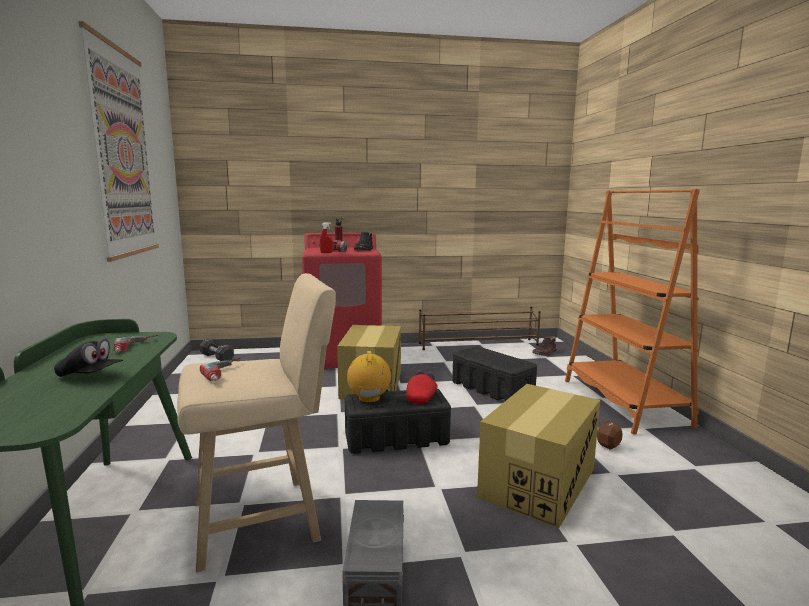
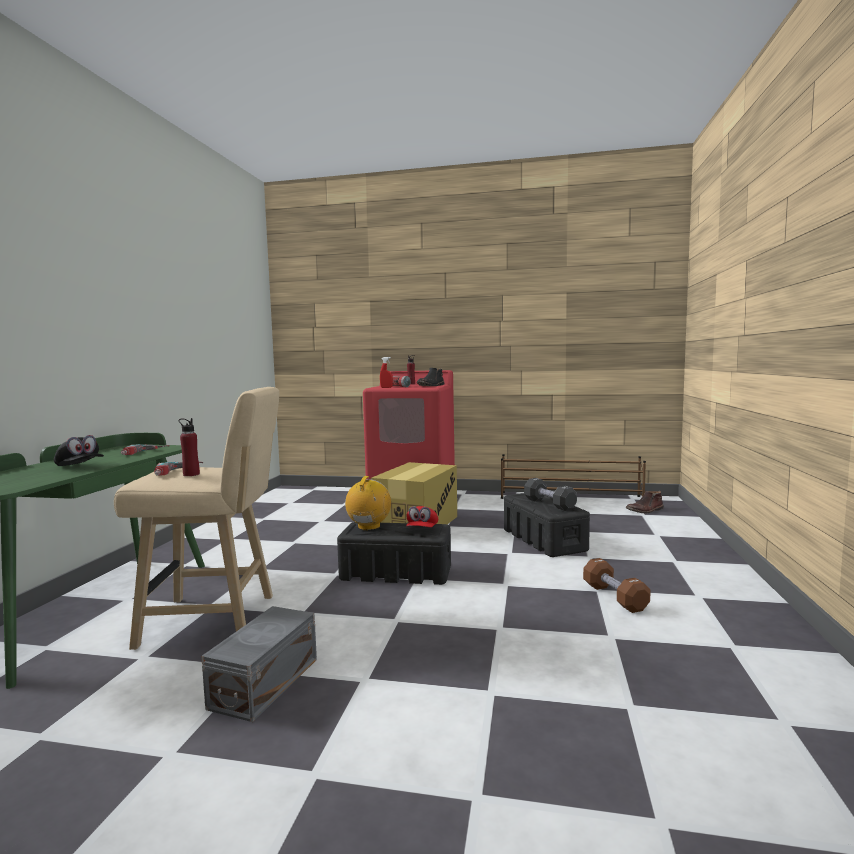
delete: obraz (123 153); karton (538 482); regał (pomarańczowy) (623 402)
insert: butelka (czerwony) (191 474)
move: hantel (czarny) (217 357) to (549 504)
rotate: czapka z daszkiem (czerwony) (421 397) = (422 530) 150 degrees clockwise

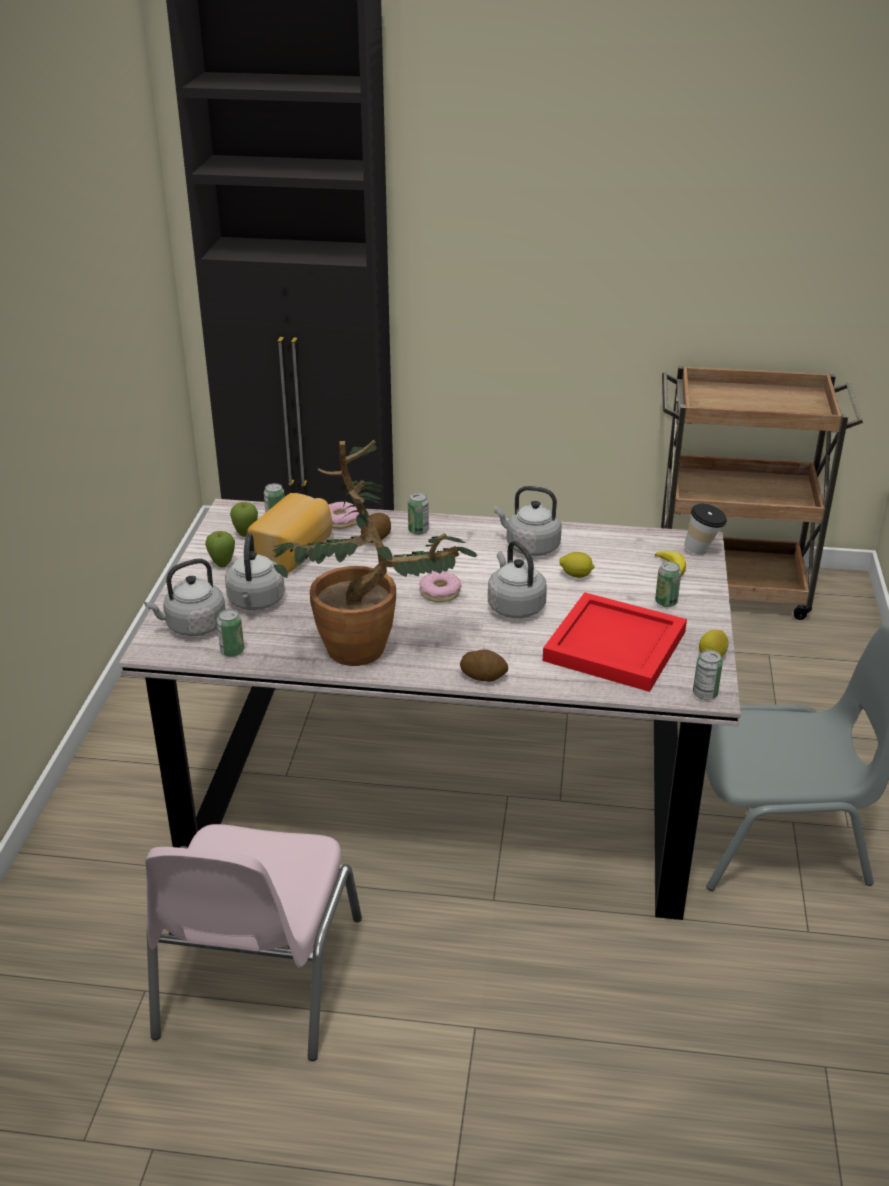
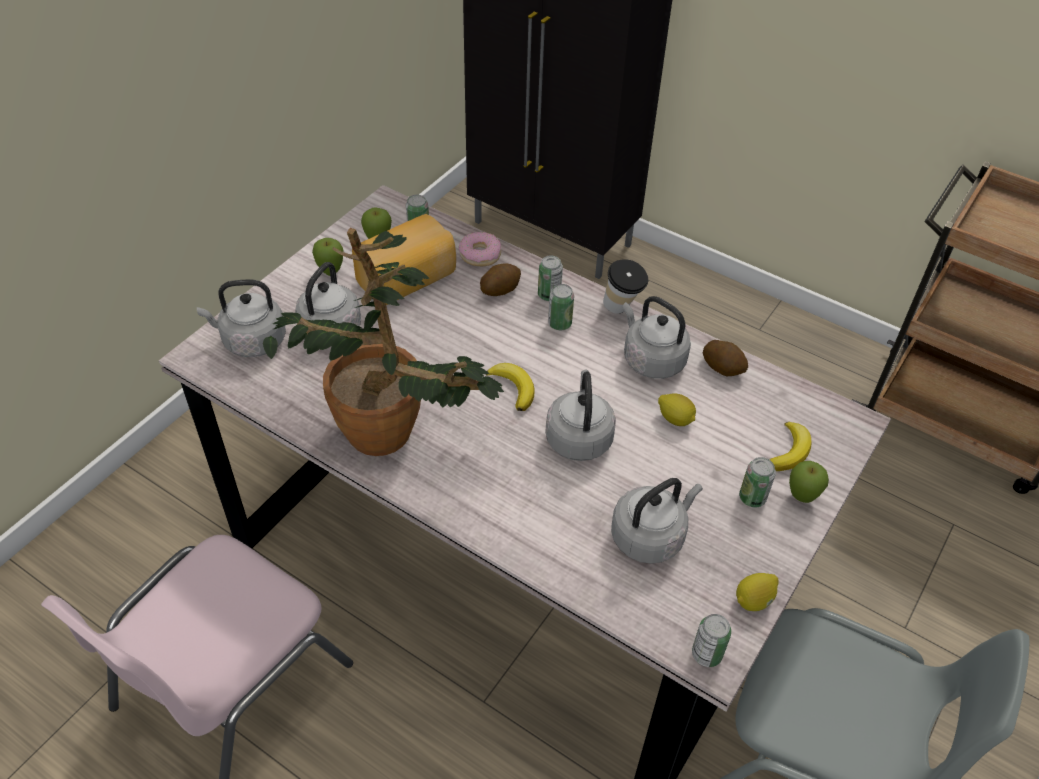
insert: jabłko (801 497)
move: puszka (232 651) to (559 323); filiżanka (703 550) to (622 309); ziemniak (483 676) to (723 367)
replace: donut (439 592) to banan (513 388); taca (czerwony) (613 644) to czajnik (szary) (650 536)

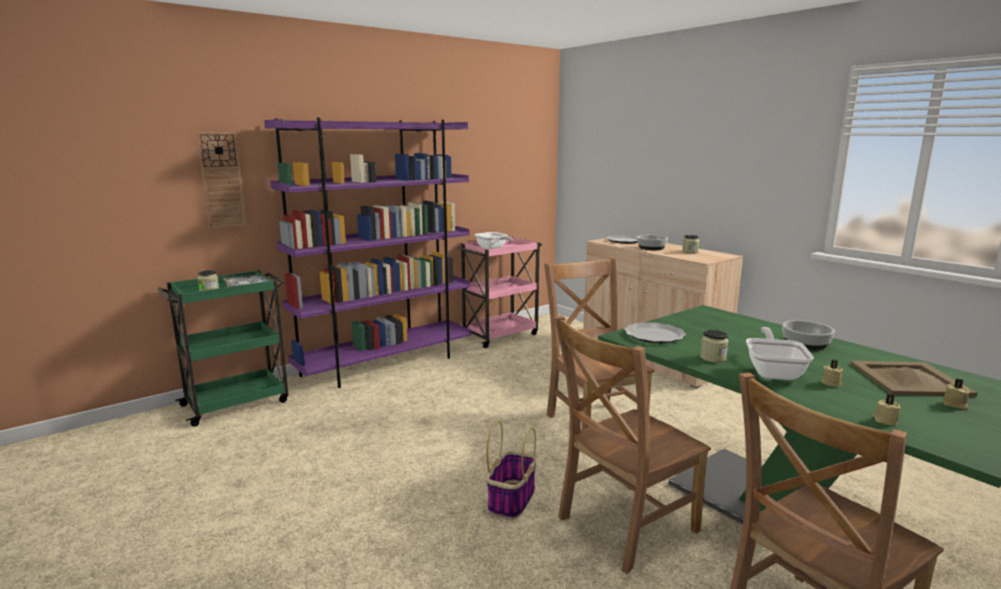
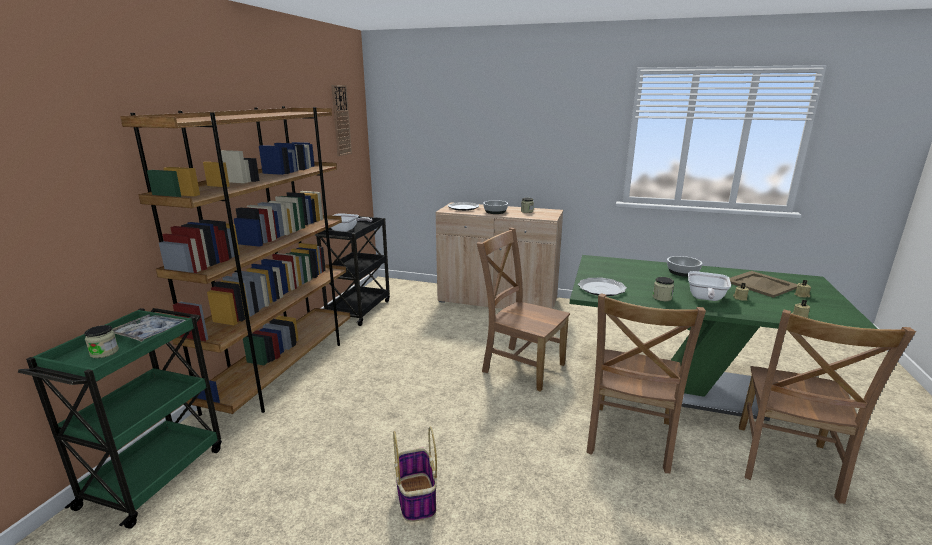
move: zegar ścienny (222 180) to (341 120); koszyk (511 499) to (416 497)
recolor: regał (fioletowy) (386 364) to regał (brązowy) (284 370); wózek (różowy) (500 335) to wózek (czarny) (359 309)
rotate: patelnia (774 371) = (705 298) 135 degrees counterclockwise

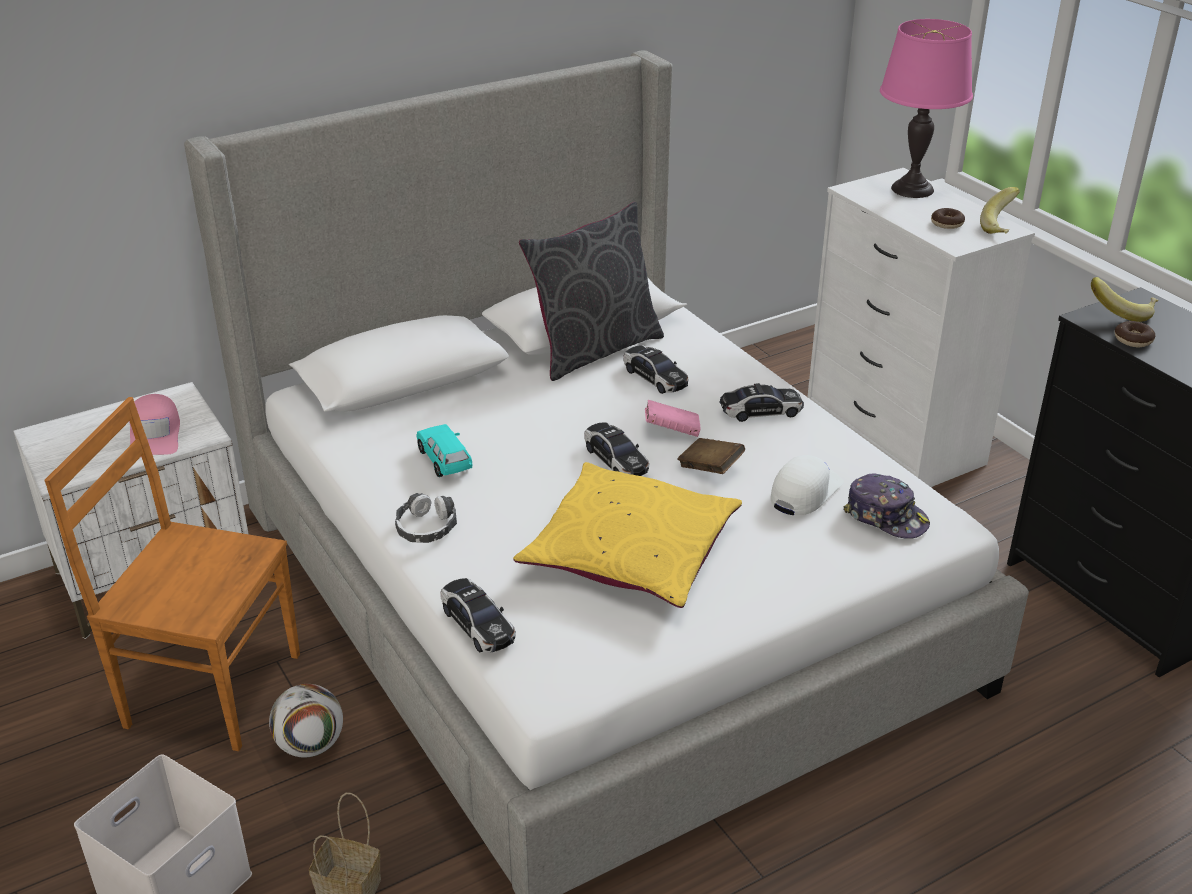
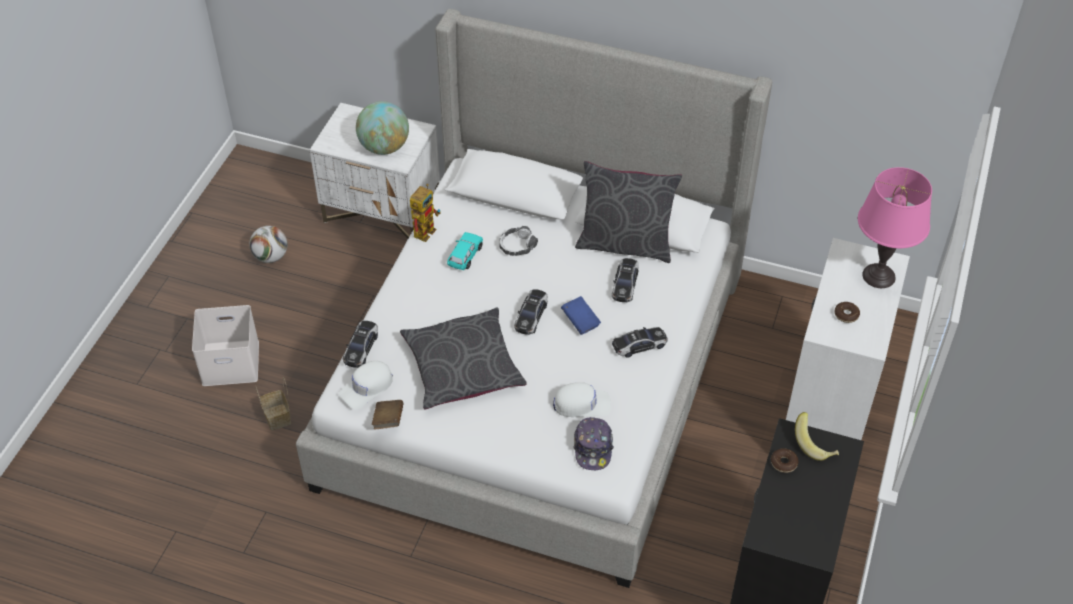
delete: krzesło (brązowy) (209 688); banan (1002 227)
insert: czapka z daszkiem (biały) (367 387); robot zabawkowy (425 229)
move: piłka futbolowa (310 746) to (271 257); książka (brązowy) (710 468) to (388 420); słuchawki (426 527) to (517 246)
replace: czapka z daszkiem (różowy) (155 435) to globus (384 147)
recolor: poduszka (żółty) (630 552) to poduszka (szary) (462 367); książka (różowy) (672 431) to książka (niebieski) (580 321)
rotate: samochodzik (760 411) = (639 345) 60 degrees counterclockwise

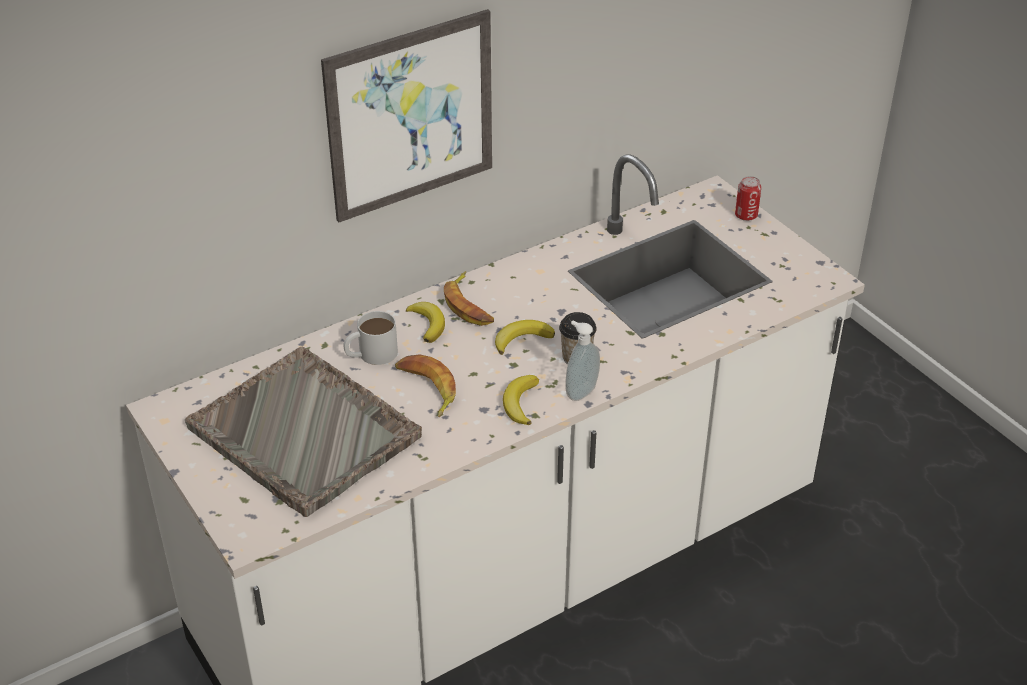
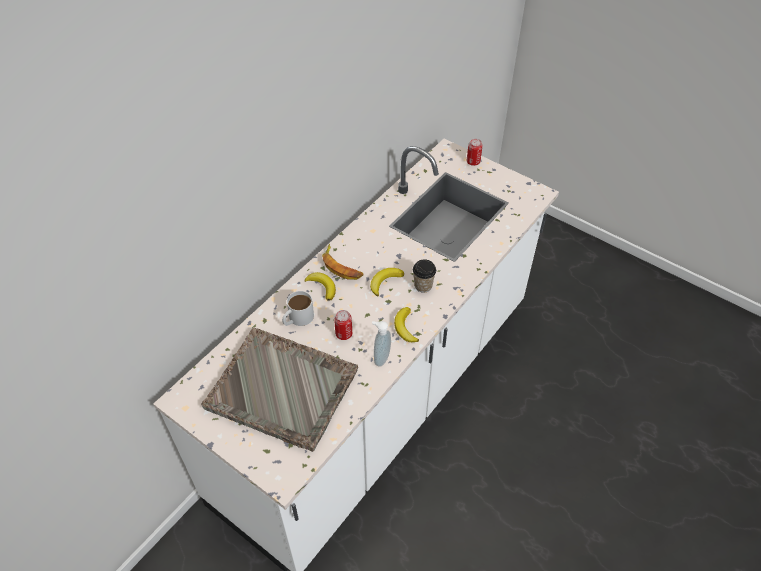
delete: obraz (411 116)
move: dozownik mydła (580 391) to (380 357)
replace: banan (426 389) to puszka (344 334)

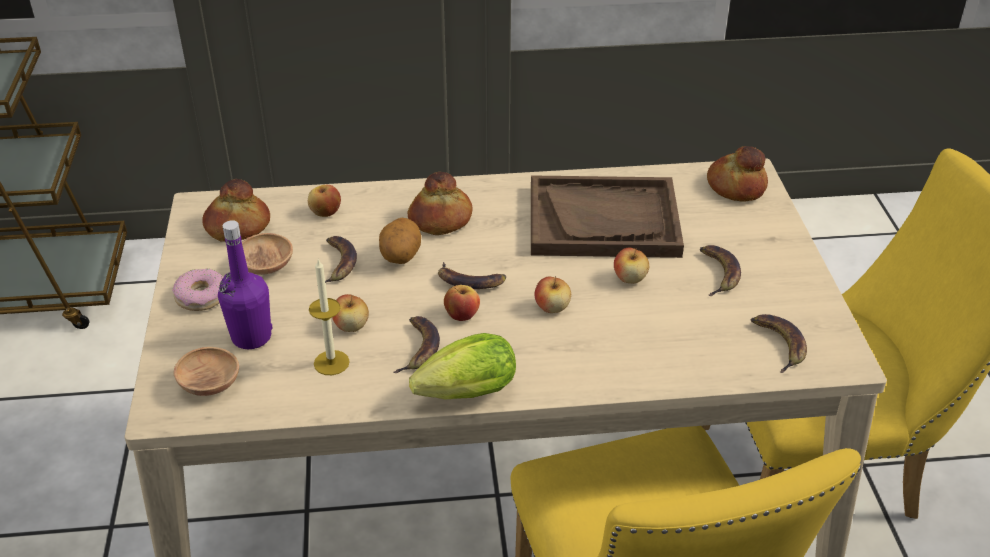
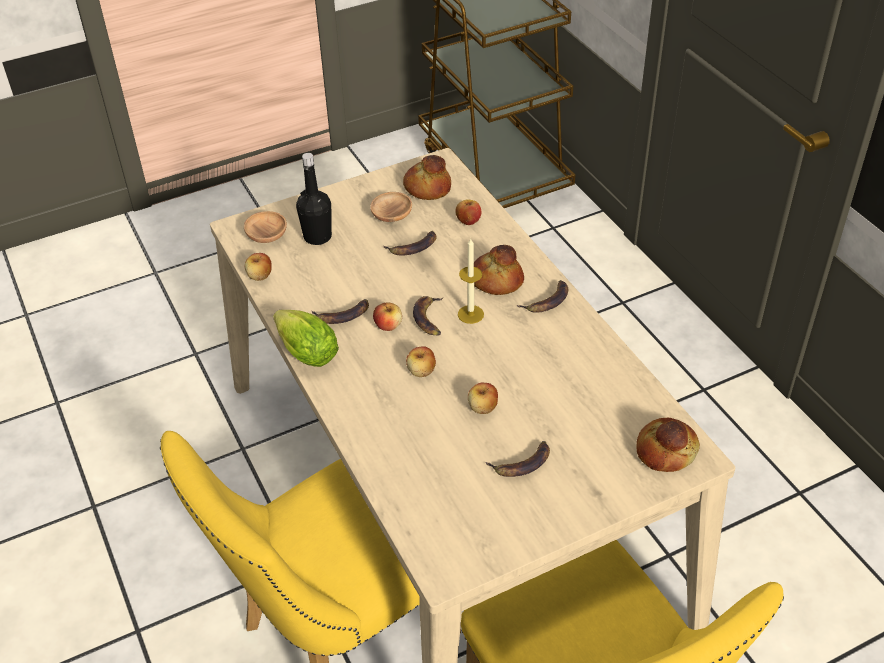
delete: donut (201 296); ziemniak (400 257); taca (brązowy) (603 220)
move: jabłko (351 326) to (260 276); świeca (331 363) to (470 314); banan (778 344) to (547 301)
recolor: butelka (fioletowy) (251 337) to butelka (czarny) (317 237)

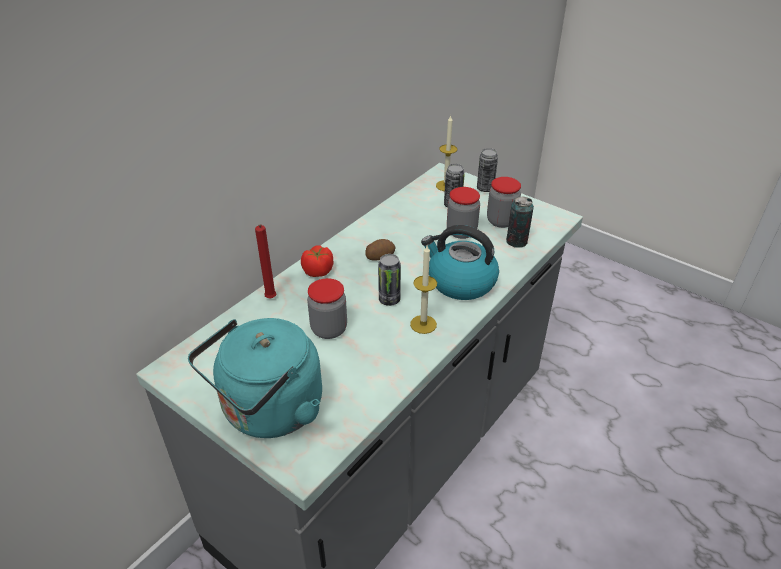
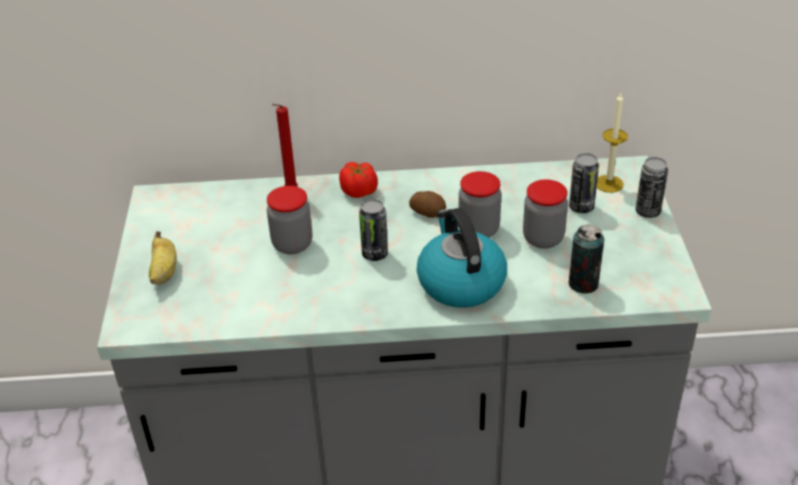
delete: świeca (423 324)
move: słoik (501 221) to (479 229)
replace: czajnik (turkusowy) (268 411) to banan (164 273)

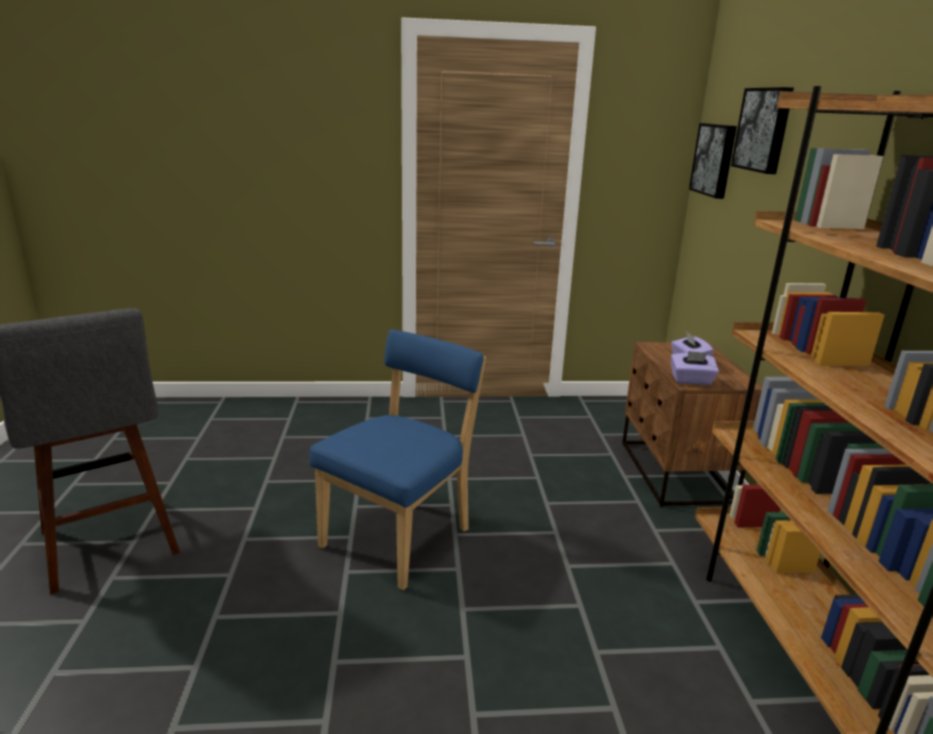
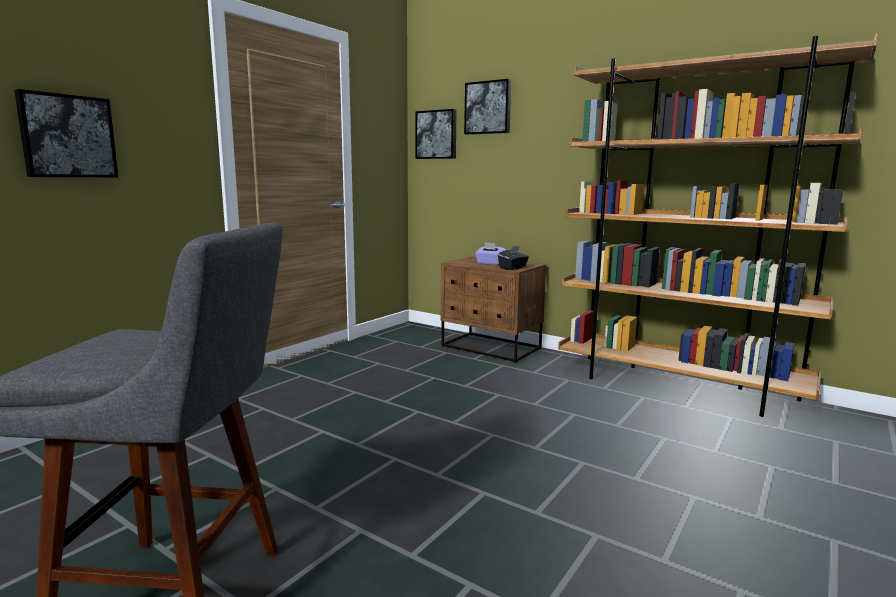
delete: krzesło (niebieski) (401 535)
insert: obraz (67 136)
recolor: pudełko chusteczek (fioletowy) (691 381) to pudełko chusteczek (czarny) (513 268)

